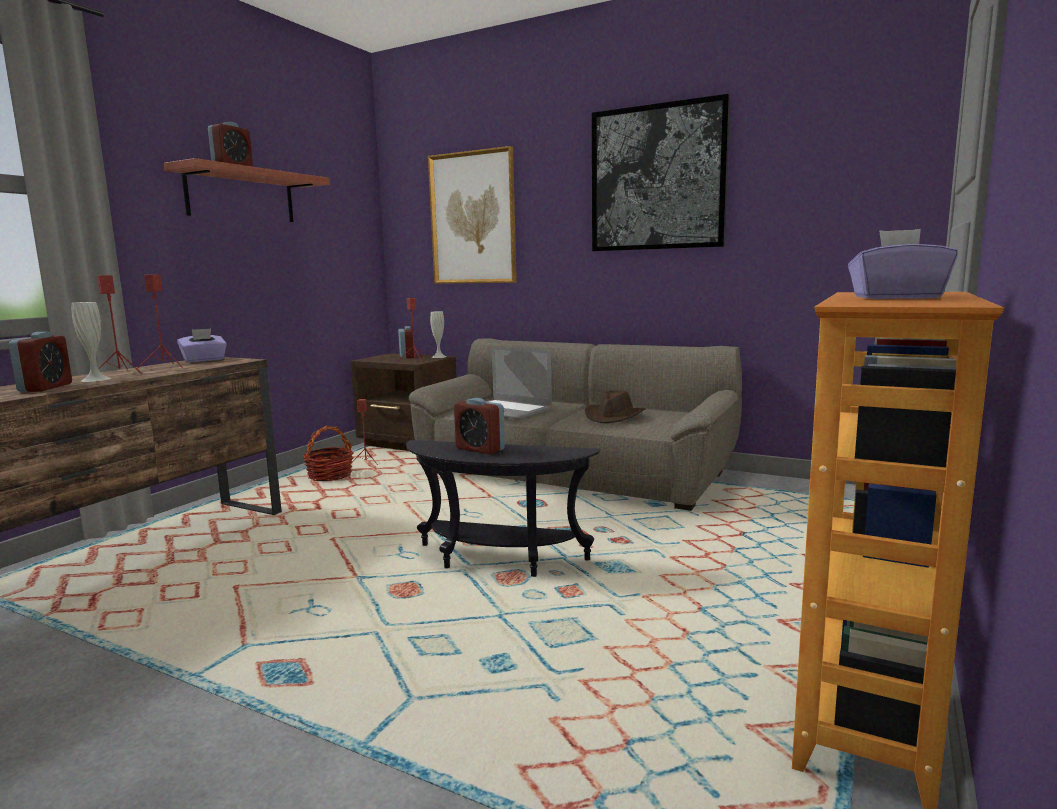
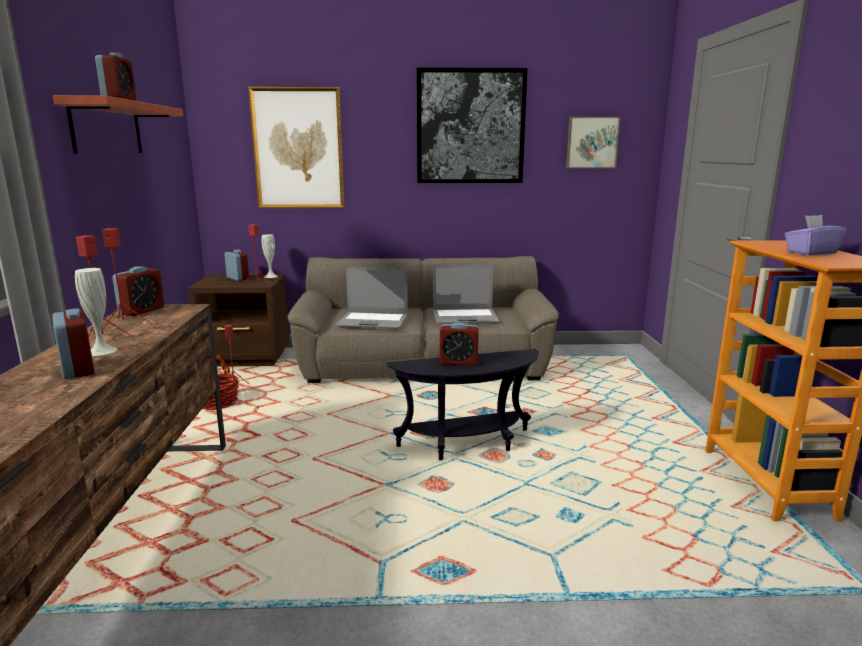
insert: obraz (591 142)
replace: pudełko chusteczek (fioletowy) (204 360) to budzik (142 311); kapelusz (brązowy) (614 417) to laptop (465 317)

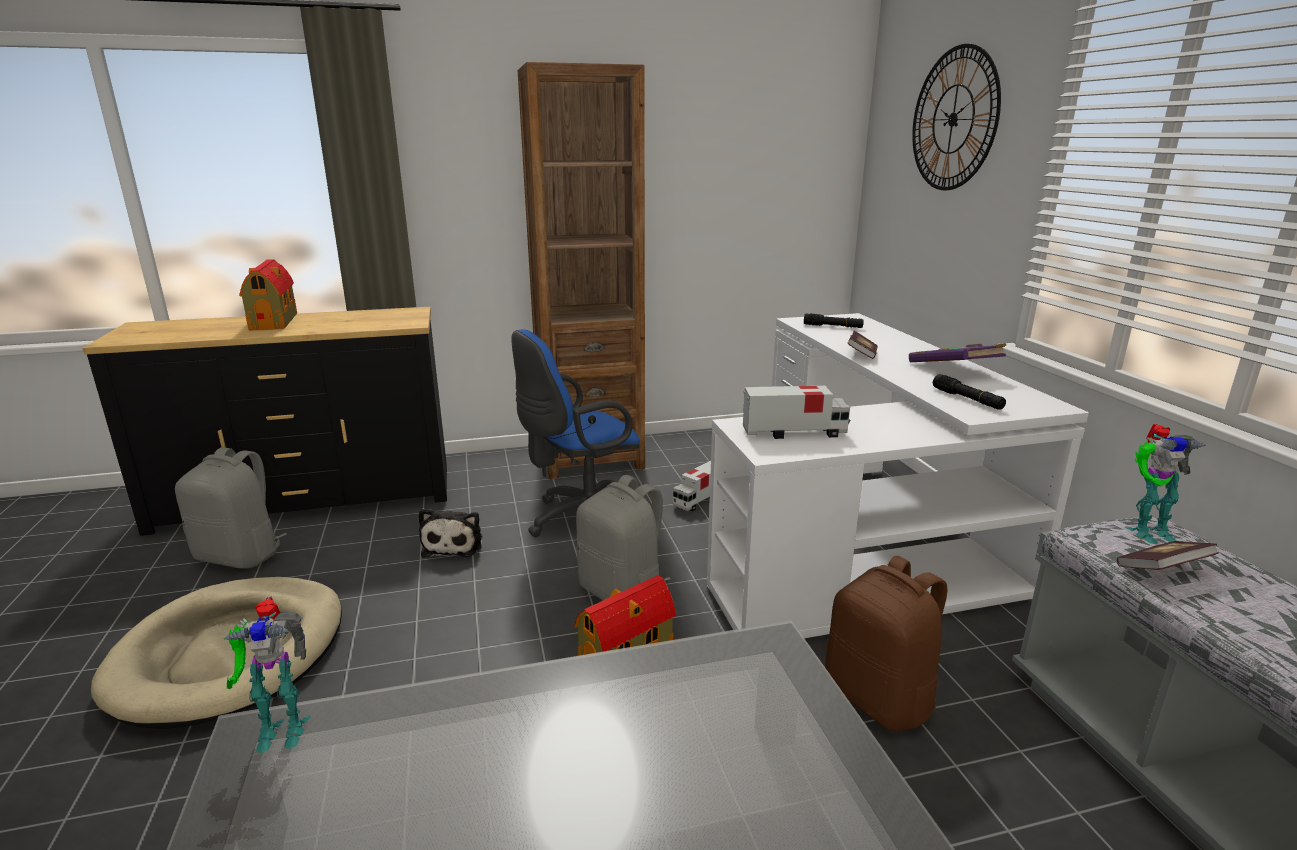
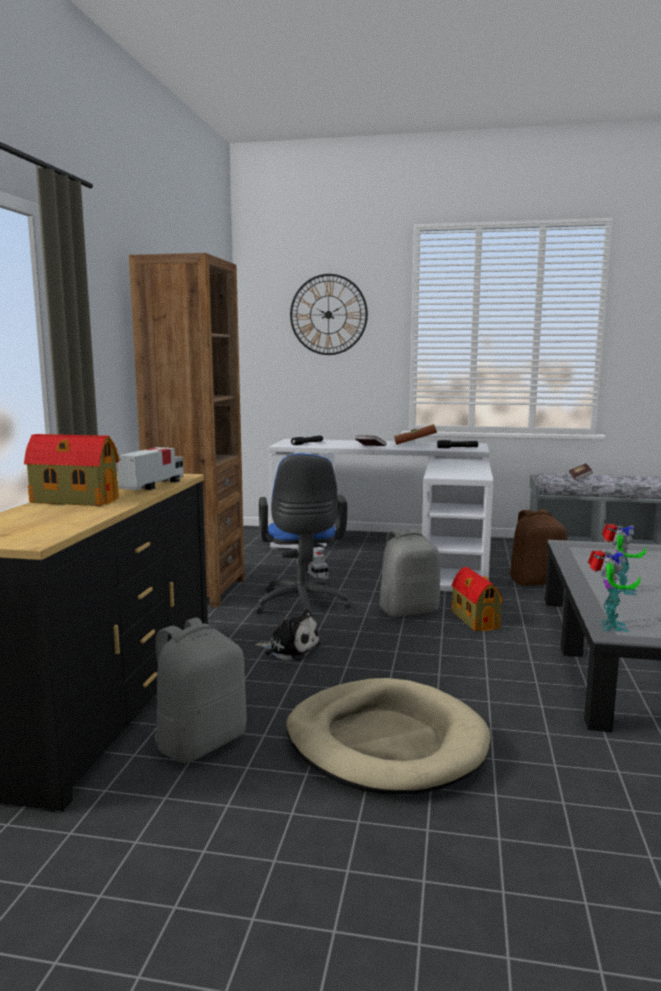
move: ciężarówka zabawkowa (795 433) to (153 485); robot zabawkowy (1146 531) to (620 591)
recolor: książka (fioletowy) (954 370) to książka (brązowy) (414 444)

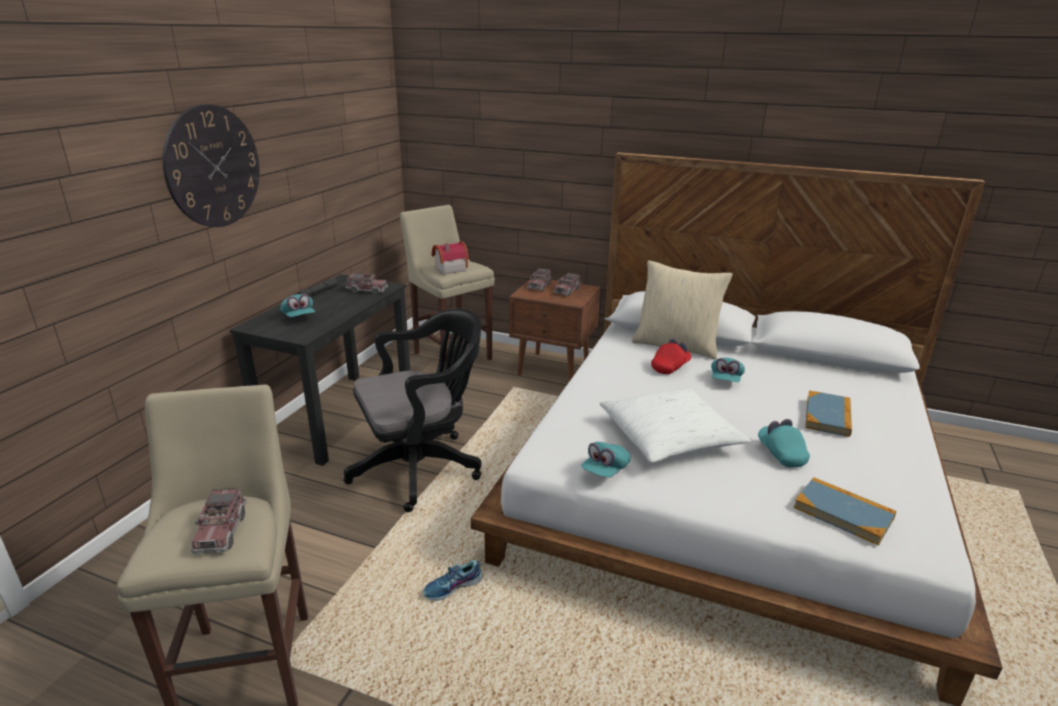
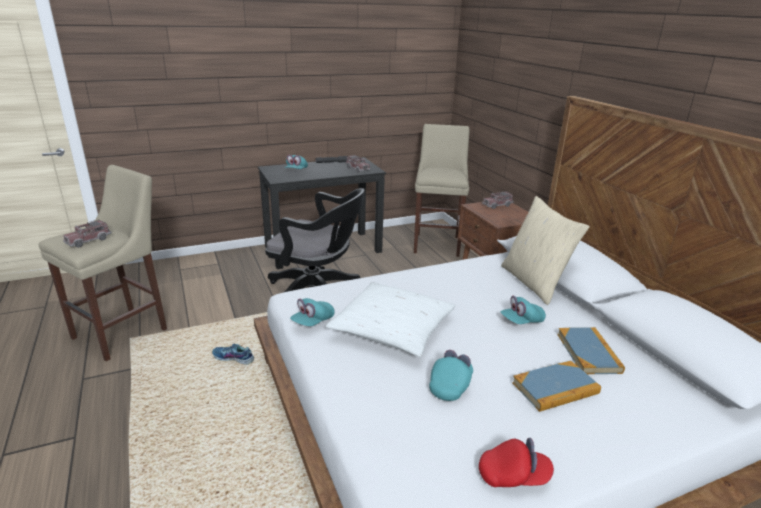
delete: zegar ścienny (213 167); domek (449 268); ciężarówka zabawkowa (567 290)
move: czapka z daszkiem (czerwony) (670 367) to (513 476); książka (843 513) to (588 353)
rotate: czapka z daszkiem (turkusowy) (605 470) = (313 321) 45 degrees counterclockwise

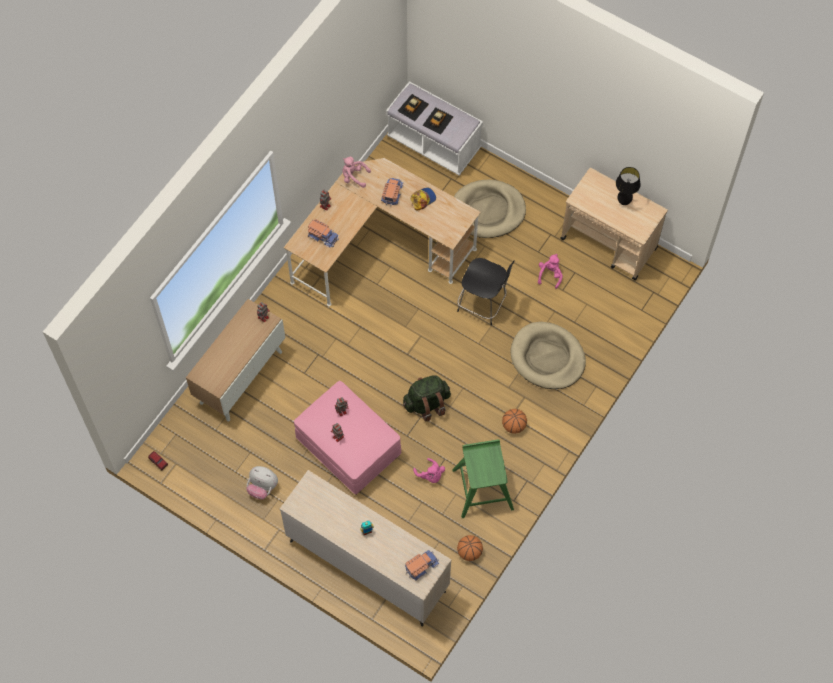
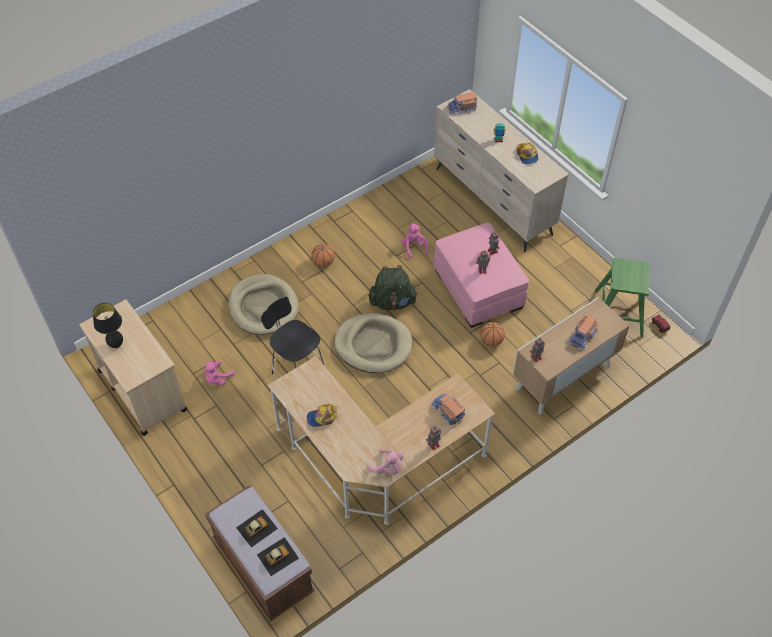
delete: pluszak (262 487)
insert: czapka z daszkiem (527 155)
move: legowisko (beżowy) (488 211) to (373 345); piłka do koszykówki (469 552) to (491 341); ciężarówka zabawkowa (392 193) to (582 336); stołek (zielony) (482 488) to (618 314)
recolor: ławka (biały) (434 144) to ławka (brązowy) (263 566)

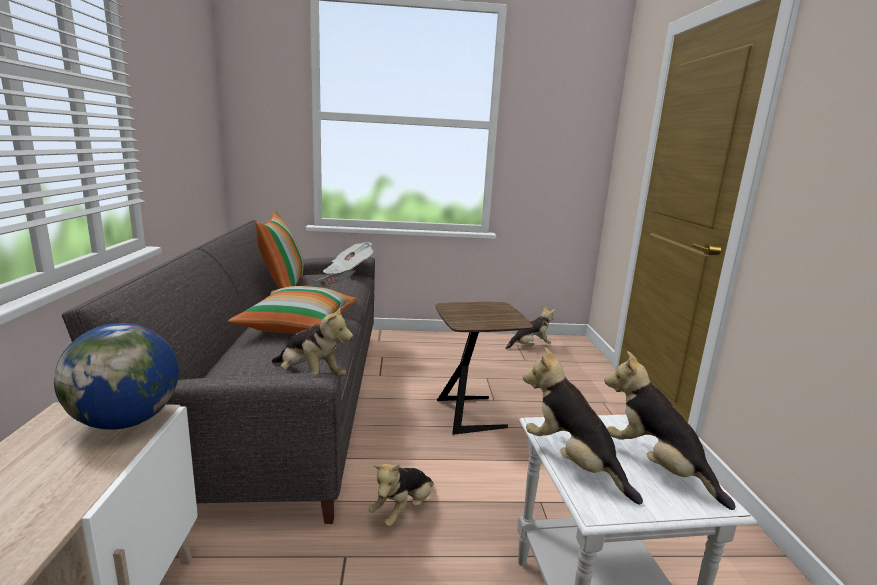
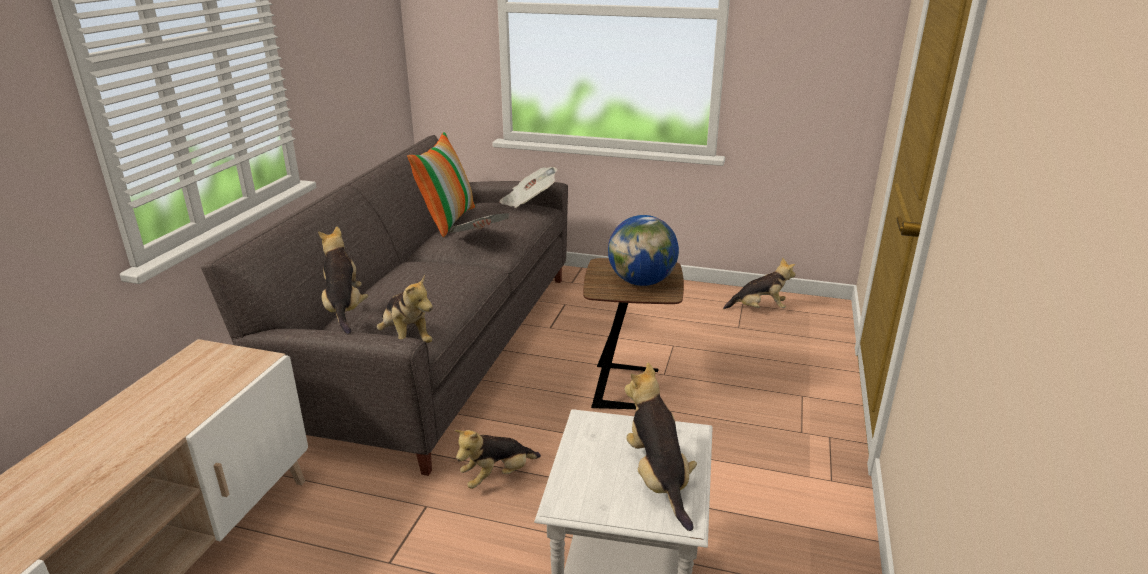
delete: poduszka (298 326)
move: pluszak (572 462) to (344 309); globus (127 421) to (642 282)

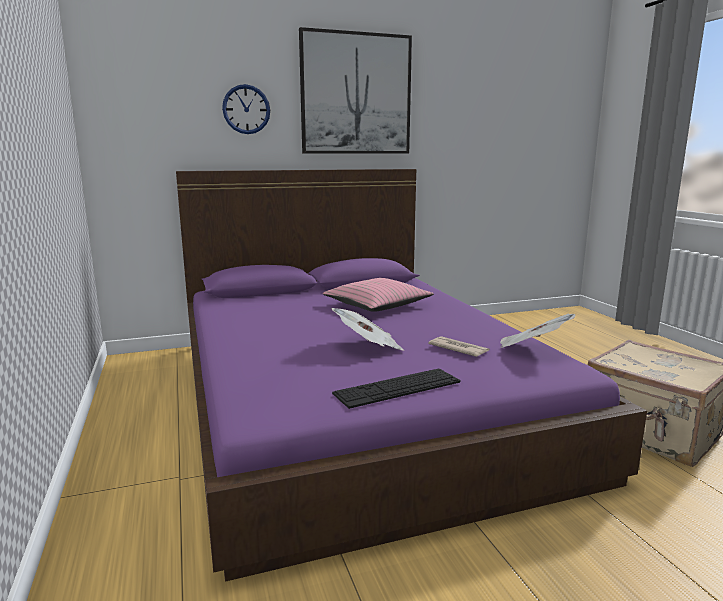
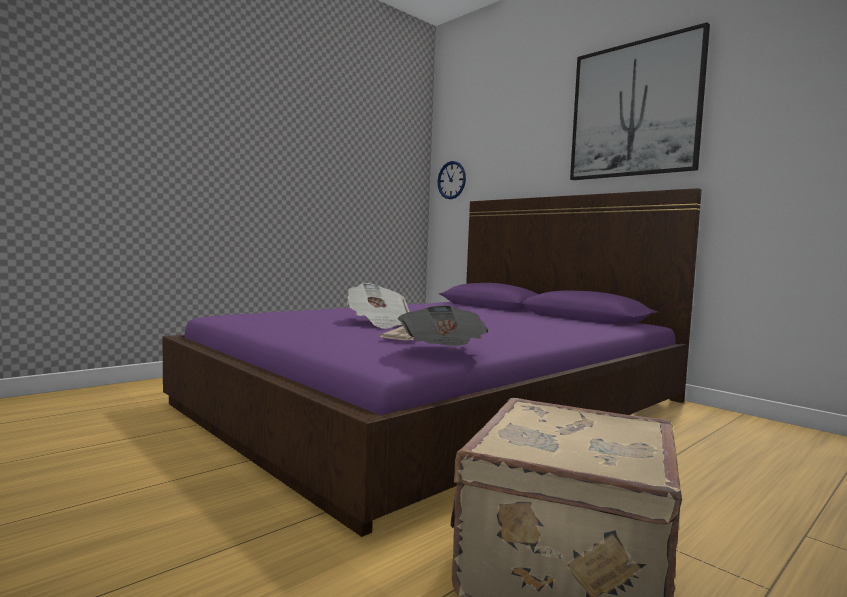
delete: poduszka (różowy) (377 305); klawiatura (397 387)
move: zegar ścienny (246 109) to (451 180)

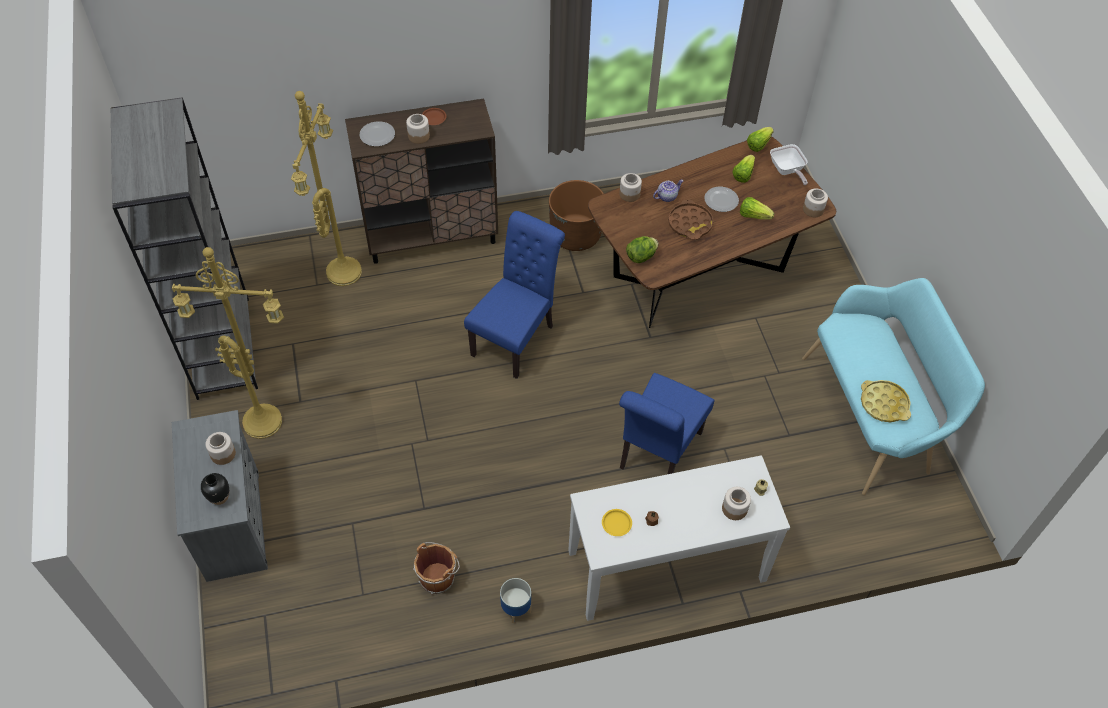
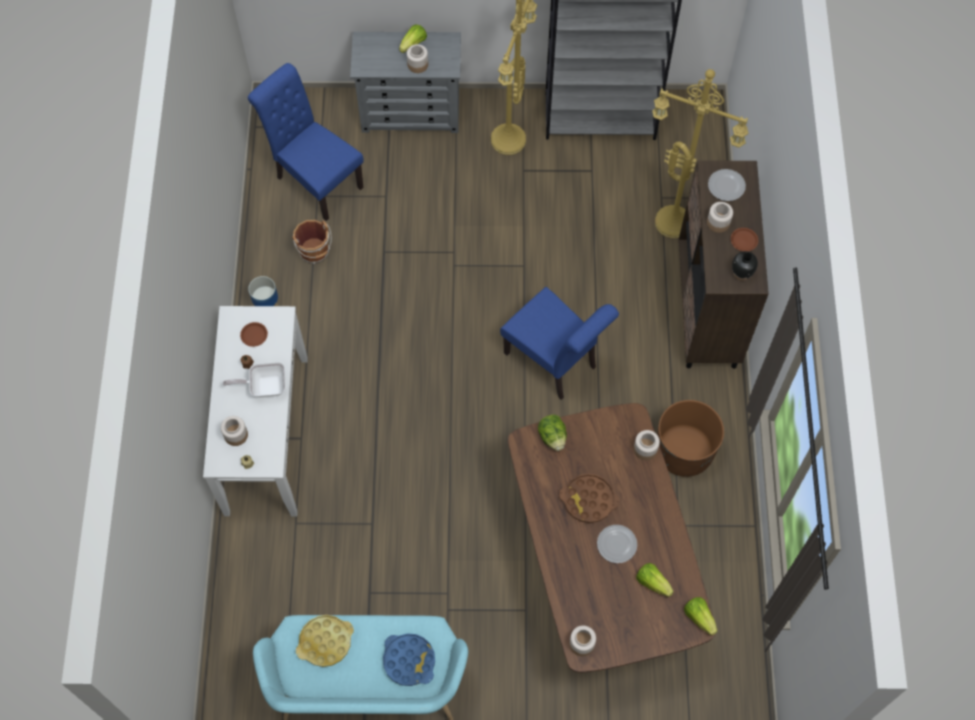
delete: imbryk (666 196)
insert: taca (niebieski) (409 661)
move: patelnia (787 171) to (264 386); krzesło (niebieski) (657 454) to (315 180); sałata (753 216) to (413 44); wazon (czarny) (220 497) to (741 274)
recolor: talerz (żółty) (616 524) to talerz (brązowy) (254 335)

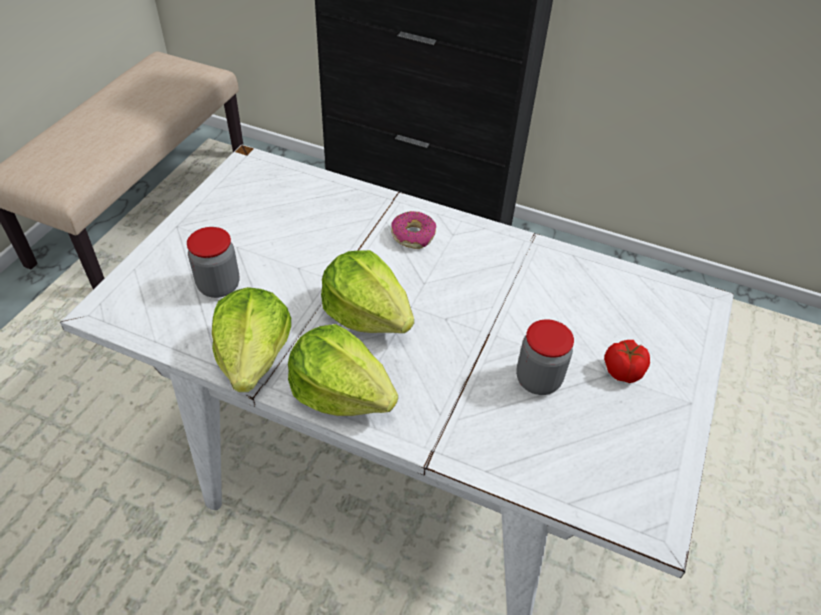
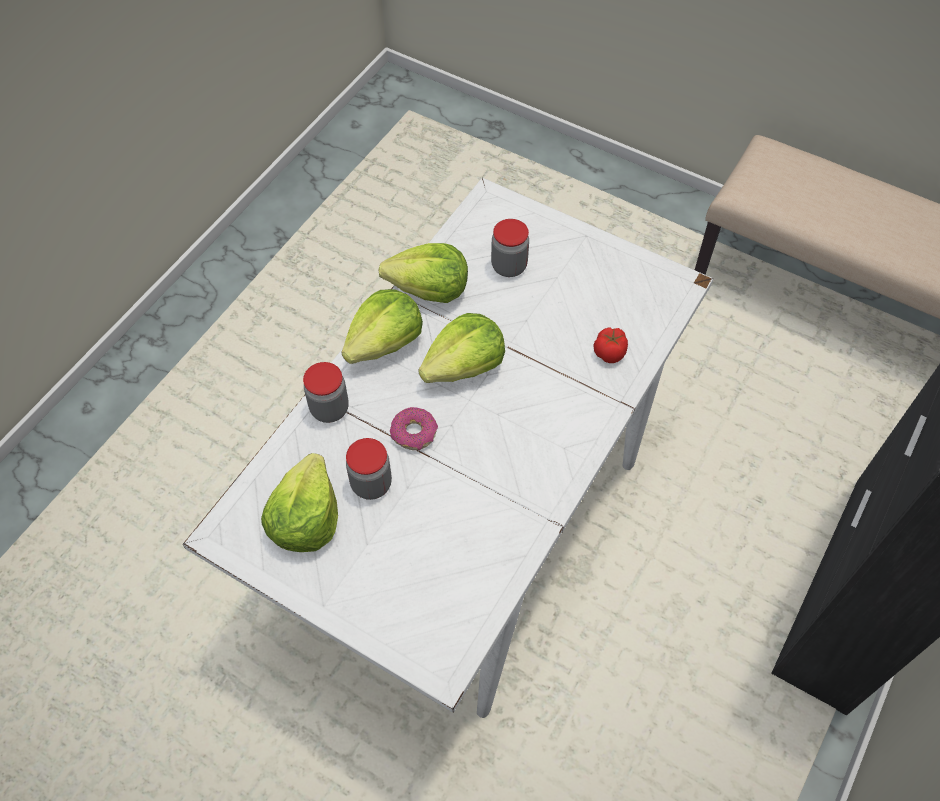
insert: sałata (305 519); słoik (329 409)
move: donut (413 235) to (414 433); pomidor (622 371) to (610 352)

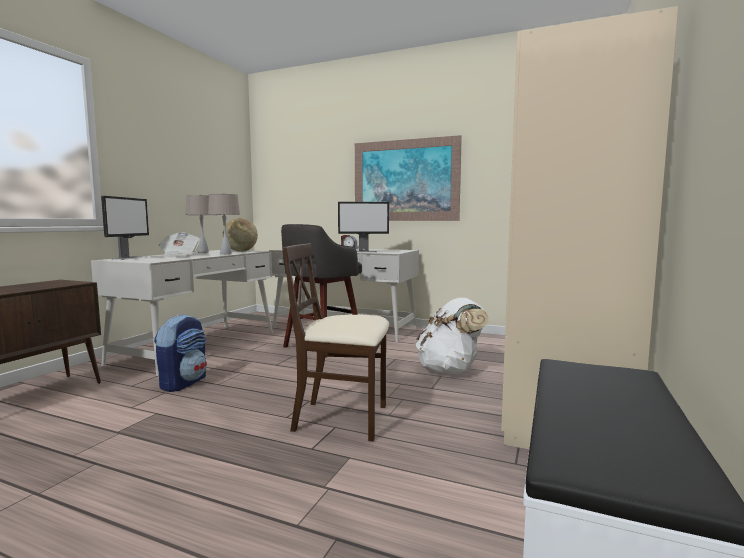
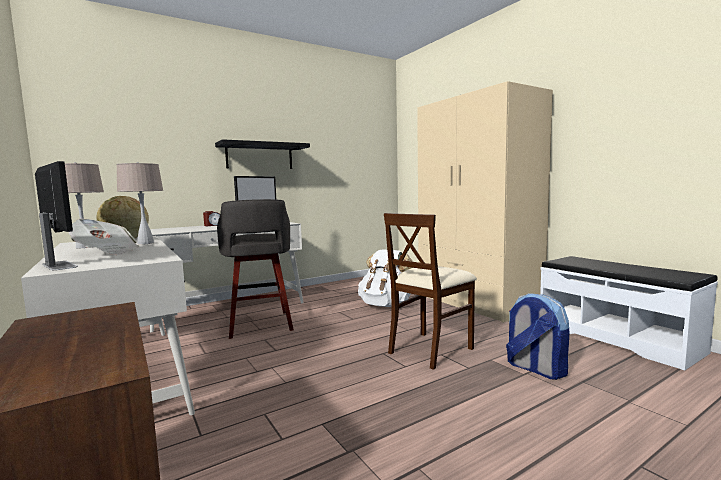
move: plecak (183 383) to (535 369)
replace: obraz (405 180) to półka (czarny) (259 156)

